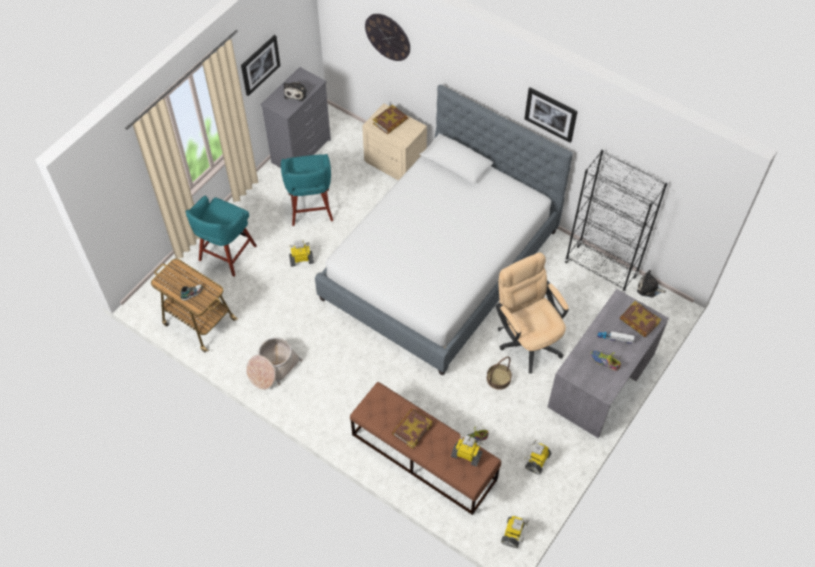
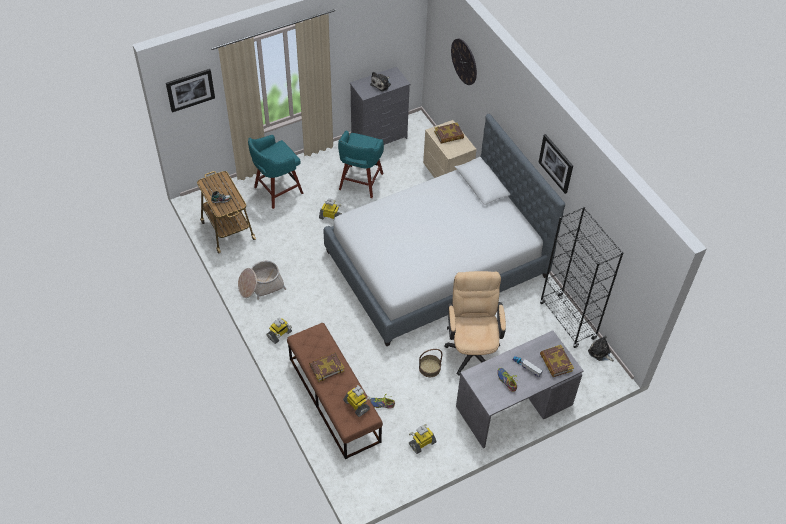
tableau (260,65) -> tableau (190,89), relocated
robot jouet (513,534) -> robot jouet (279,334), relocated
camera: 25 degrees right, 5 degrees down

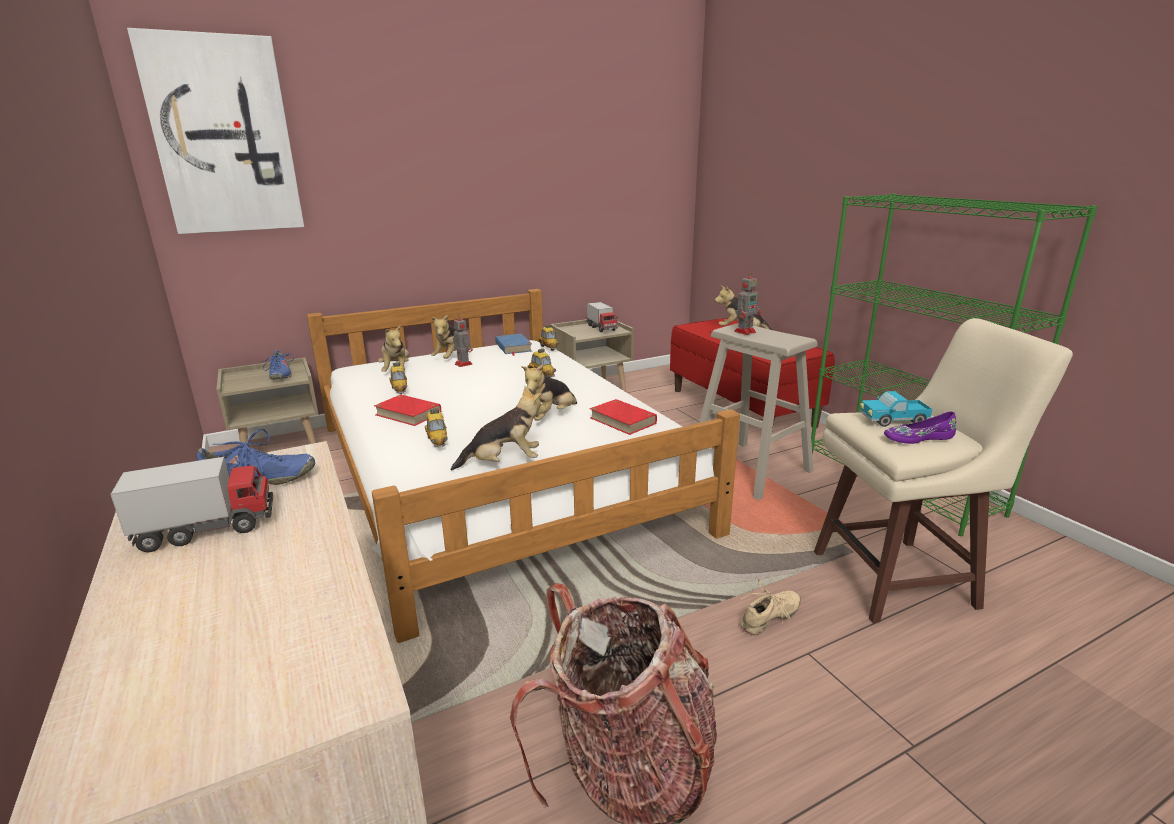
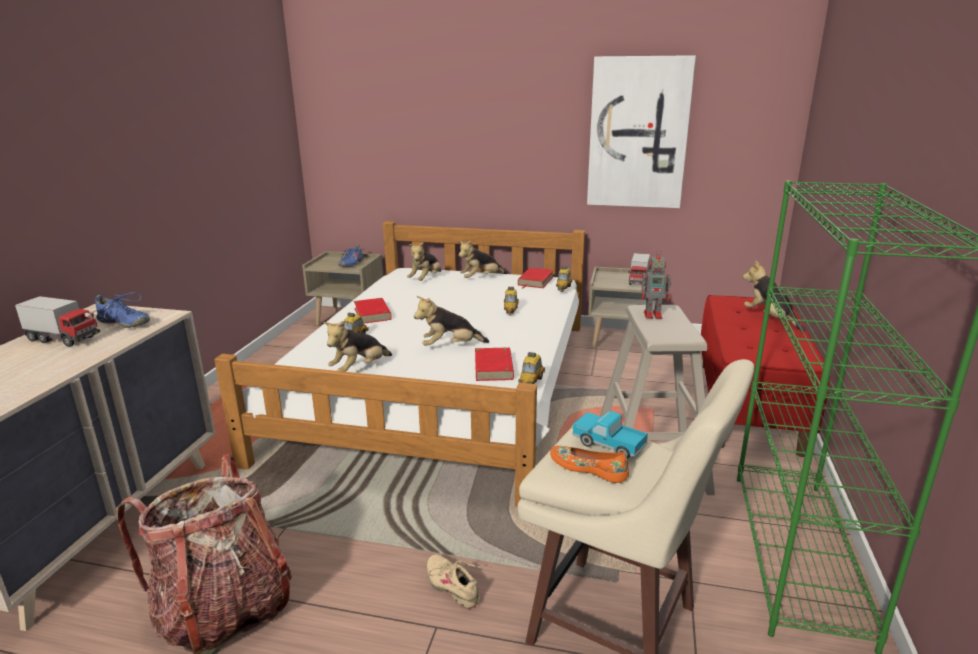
tableau (224,136) -> tableau (638,133), relocated
petite voiture (400,390) -> petite voiture (531,382), relocated
peluche (503,463) -> peluche (359,369), 105 degrees clockwise
robot jouet (463,364) -> none
livre (bleu) (513,347) -> livre (rouge) (535,281)
chaussure (beige) (770,618) -> chaussure (beige) (453,586), 135 degrees counterclockwise
chaussure (violet) (917,438) -> chaussure (orange) (588,468)
camera: 40 degrees right, 0 degrees up

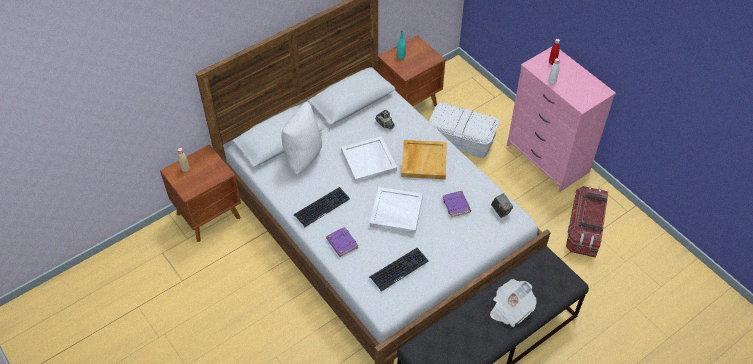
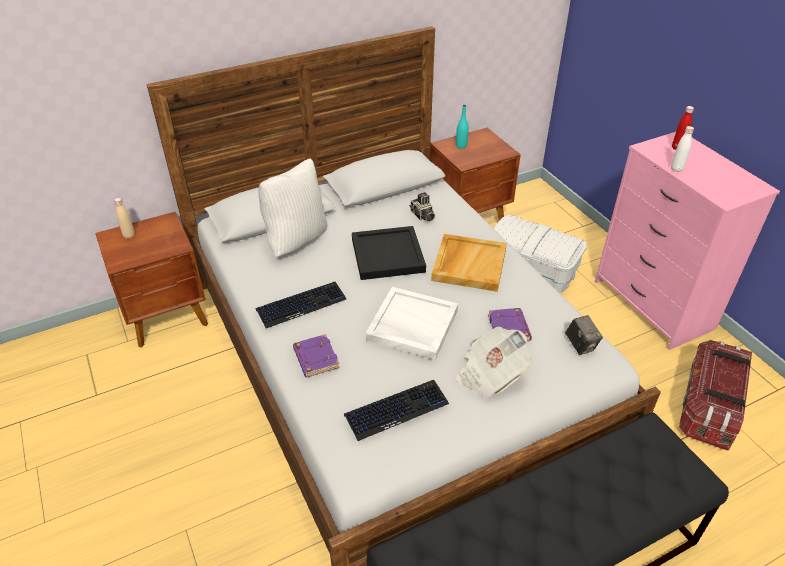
plateau (blanc) (369,161) -> plateau (noir) (388,255)
journal (510,309) -> journal (490,374), relocated
camera: 10 degrees right, 10 degrees down

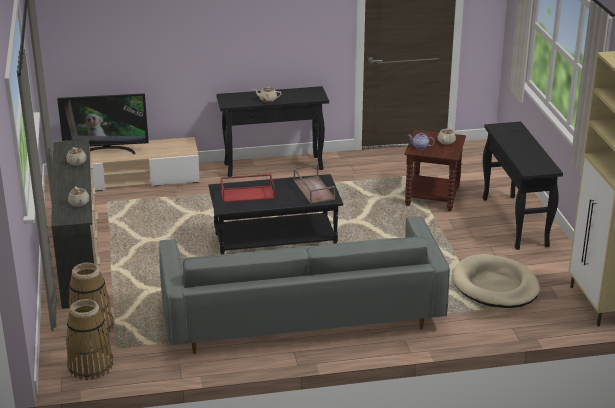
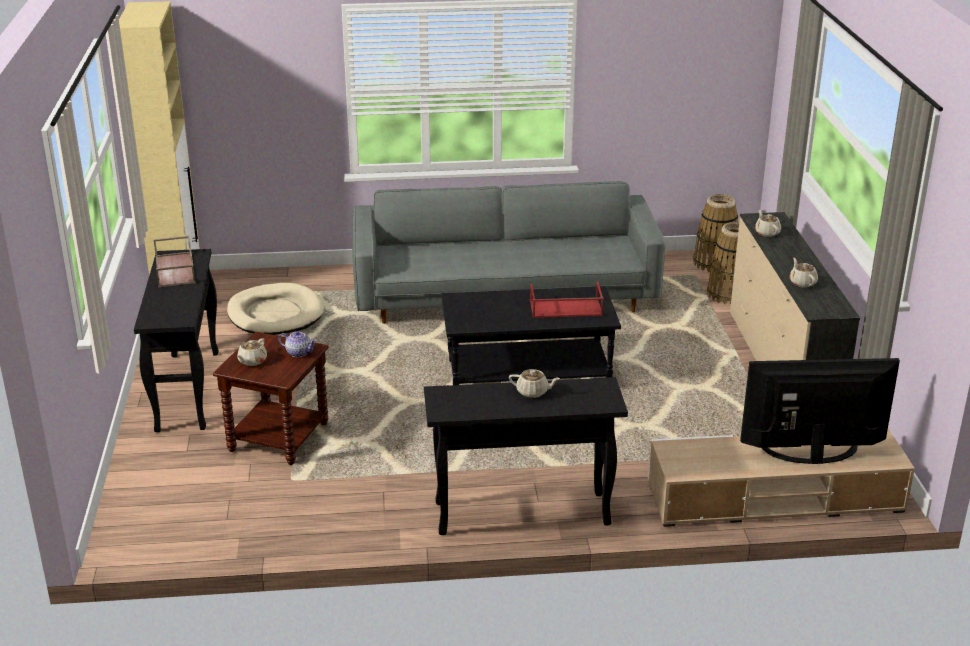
plateau (marron) (313,189) -> plateau (marron) (176,270), relocated
camera: 175 degrees left, 0 degrees up

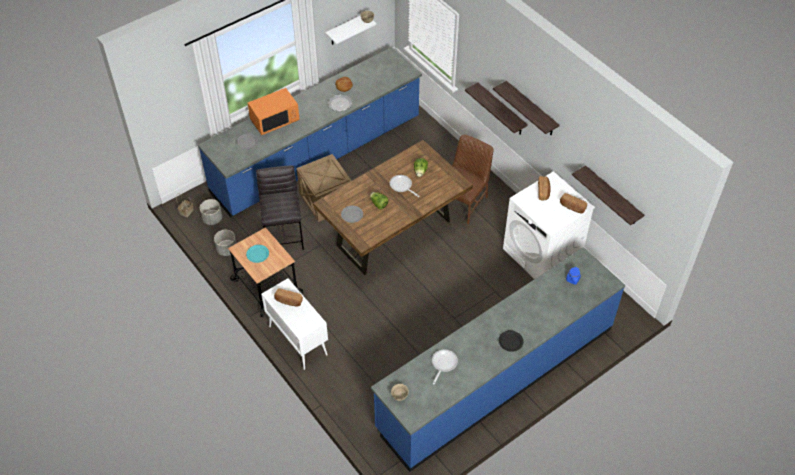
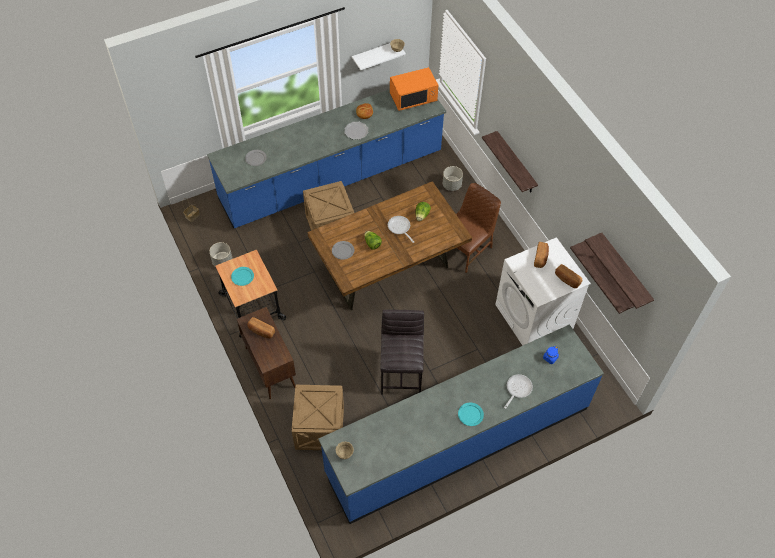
cache-pot (gris) (212,219) -> cache-pot (gris) (452,185), relocated
micro-ondes (orange) (275,120) -> micro-ondes (orange) (413,98), relocated
tabouret (gris) (284,234) -> tabouret (gris) (401,373), relocated
meuble de rangement (blanc) (297,340) -> meuble de rangement (marron) (270,367)
poêle (443,364) -> poêle (517,389), relocated
étagère (531,109) -> étagère (624,271), relocated
assiette (noir) (511,341) -> assiette (turquoise) (470,414)
none -> caisse (319,428)
camera: 10 degrees right, 5 degrees up

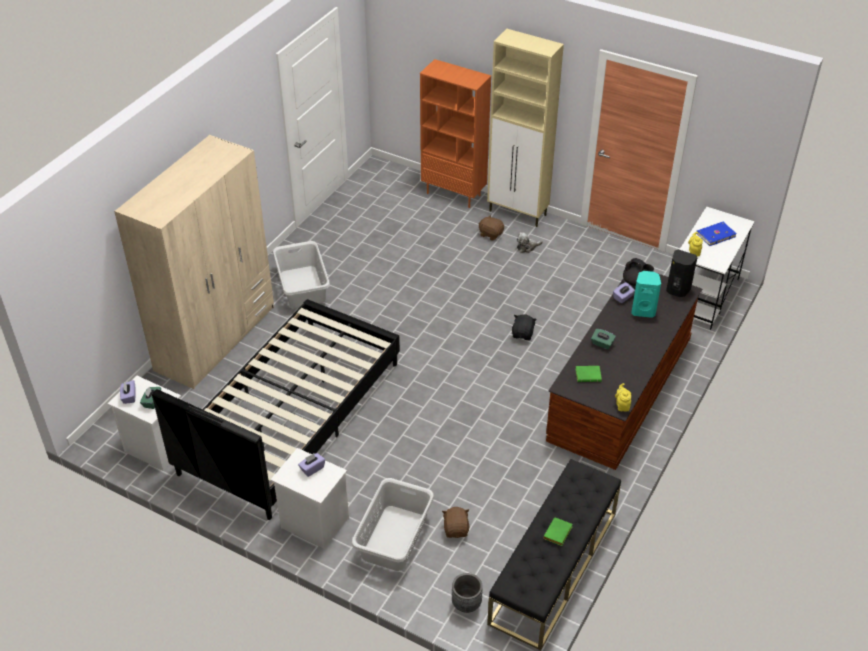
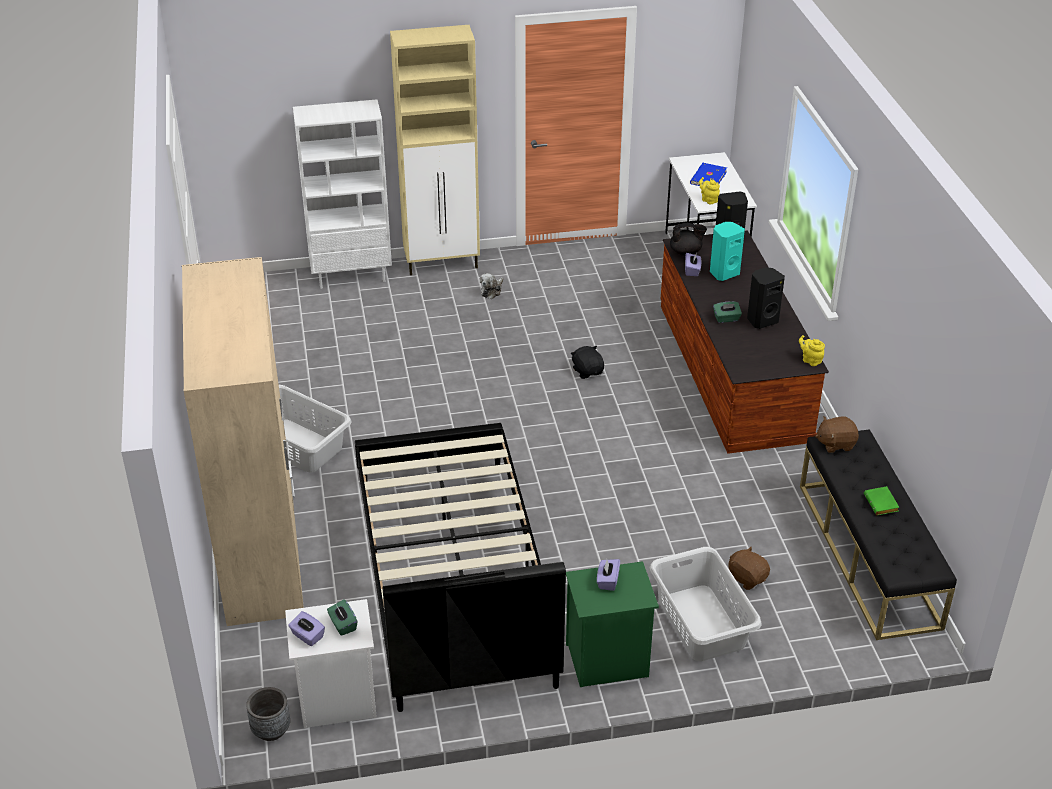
table de chevet (blanc) (313,523) -> table de chevet (vert) (606,661)
bibliothèque (orange) (454,194) -> bibliothèque (blanc) (352,276)
cache-pot (gris) (466,603) -> cache-pot (gris) (271,730), relocated
peluche (marron) (491,234) -> peluche (marron) (835,444), relocated
livre (vert) (588,375) -> none
none -> enceinte (noir) (762,320)
camera: 40 degrees left, 5 degrees down

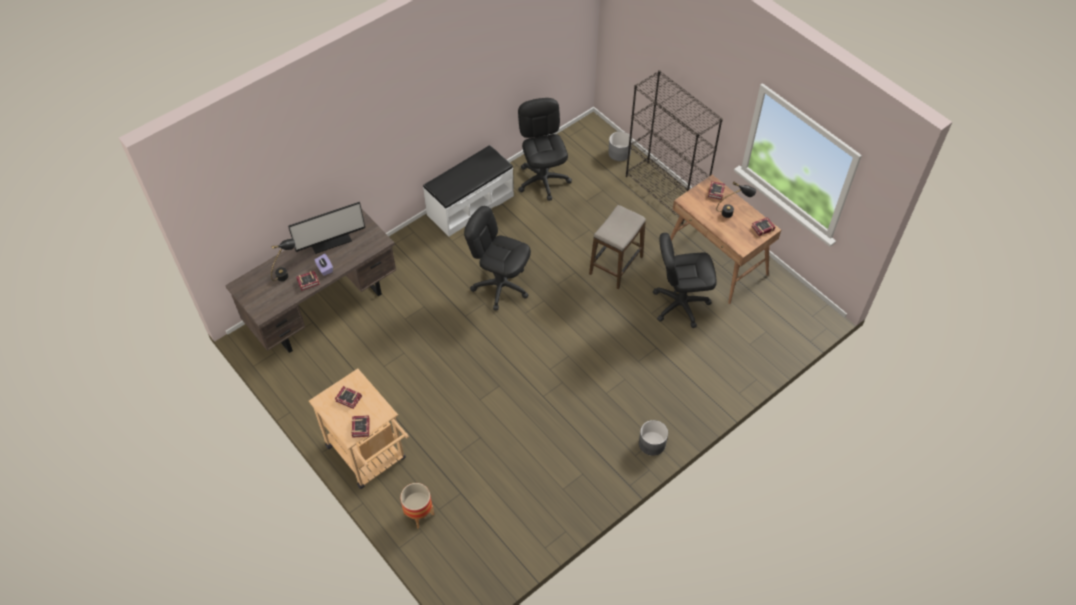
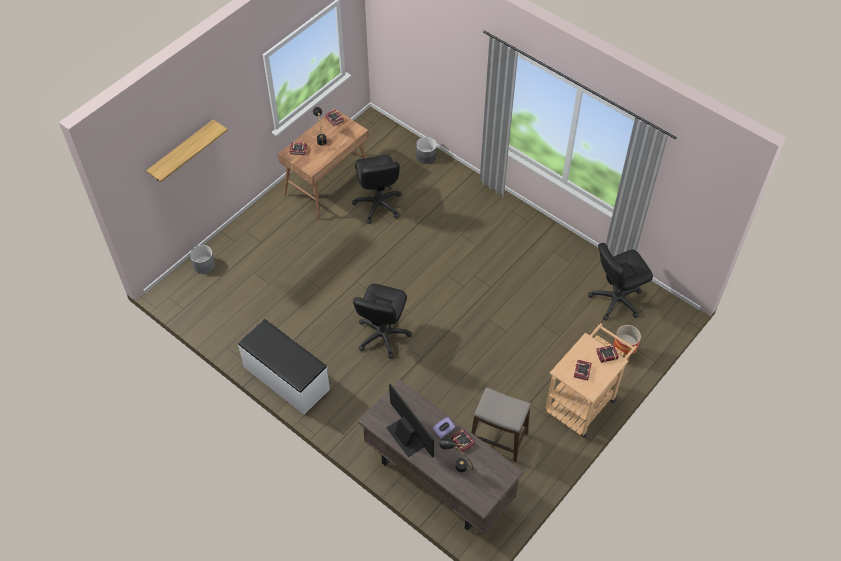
chaise de bureau (noir) (543,180) -> chaise de bureau (noir) (616,300), relocated
tabouret (616,265) -> tabouret (498,438), relocated
bibliothèque (noir) (665,192) -> none
cache-pot (gris) (652,443) -> cache-pot (gris) (426,156), relocated
none -> étagère (182,152)
camera: 100 degrees left, 0 degrees up

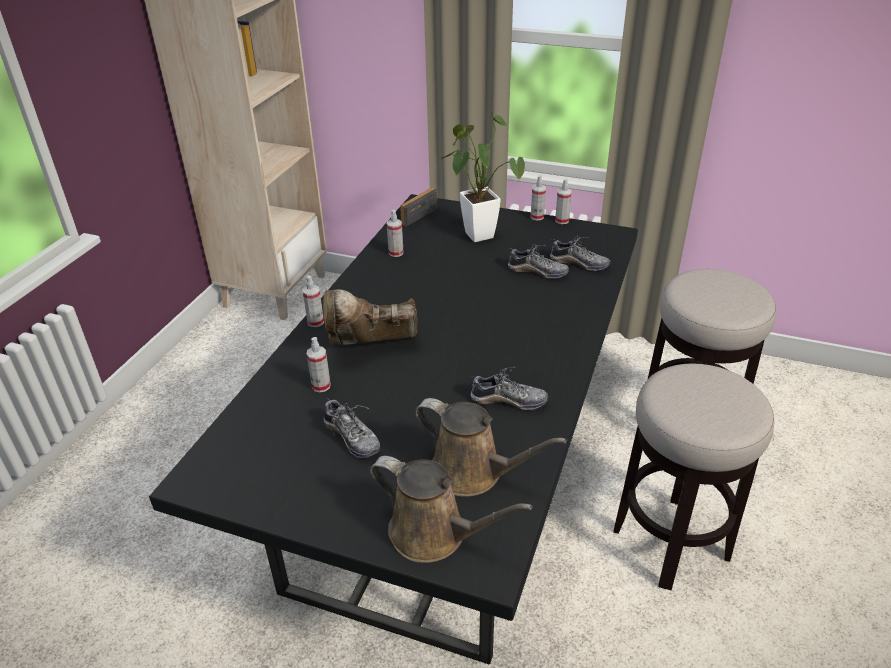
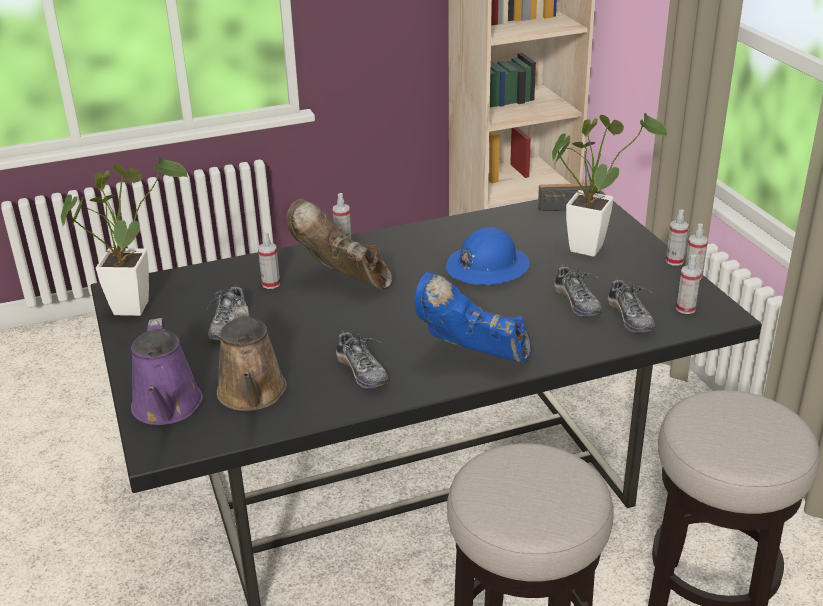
arrosoir (marron) (434,534) -> arrosoir (violet) (167,408)
vaporisateur (396,253) -> vaporisateur (685,308), relocated
none -> plante en pot (134,303)
none -> botte (bleu) (471,357)
none -> casque de chantier (bleu) (487,267)
camera: 50 degrees right, 5 degrees down

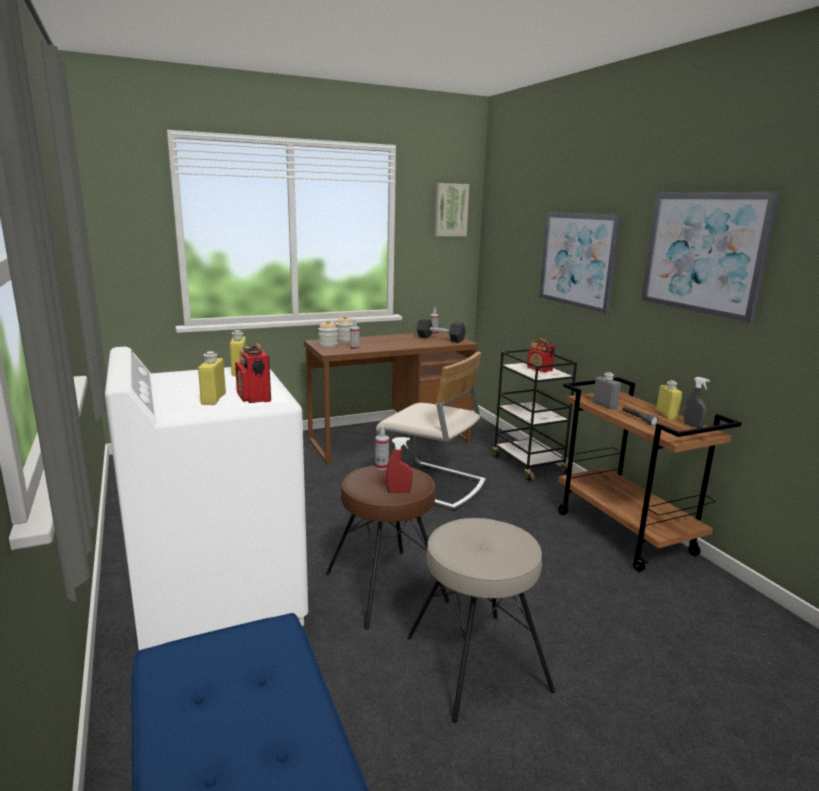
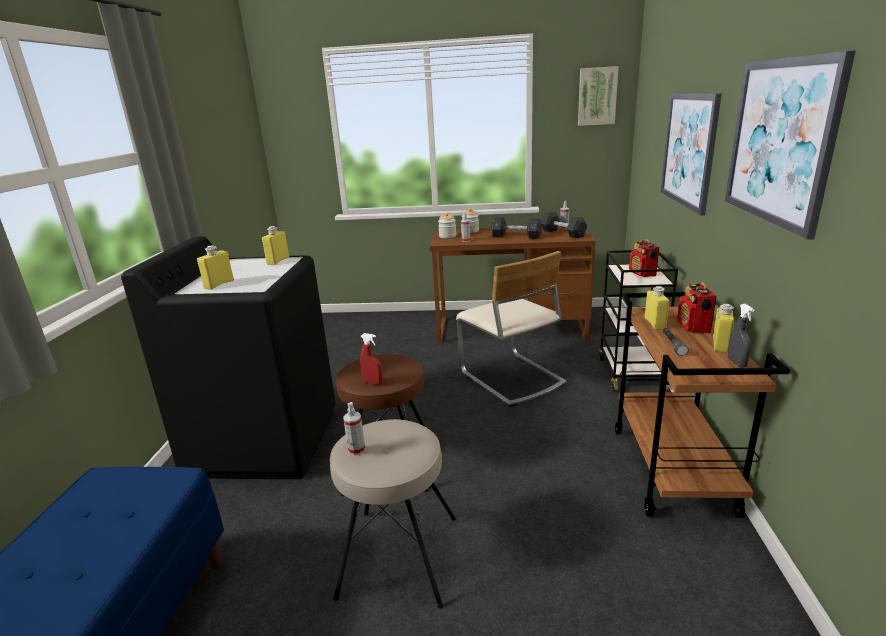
lave-linge (blanc) (218,599) -> lave-linge (noir) (265,441)
radio (254,398) -> radio (693,327), relocated
vaporisateur (381,467) -> vaporisateur (356,450), relocated
bouteille (gris) (604,405) -> bouteille (jaune) (654,323)
none -> haltère (noir) (516,236)
camera: 30 degrees right, 5 degrees up

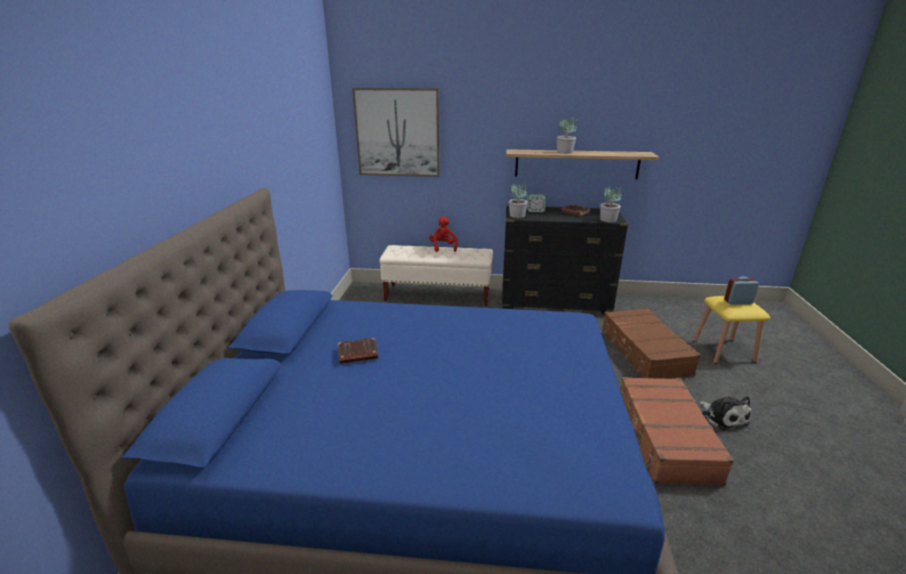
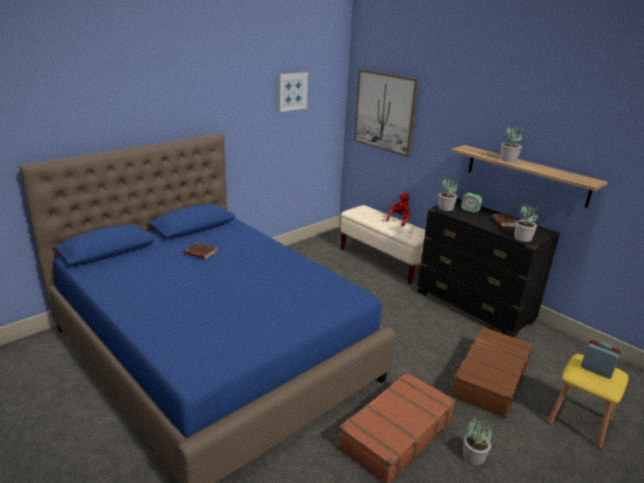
peluche (723,417) -> plante en pot (474,456)
none -> tableau (292,91)
camera: 40 degrees right, 0 degrees up

